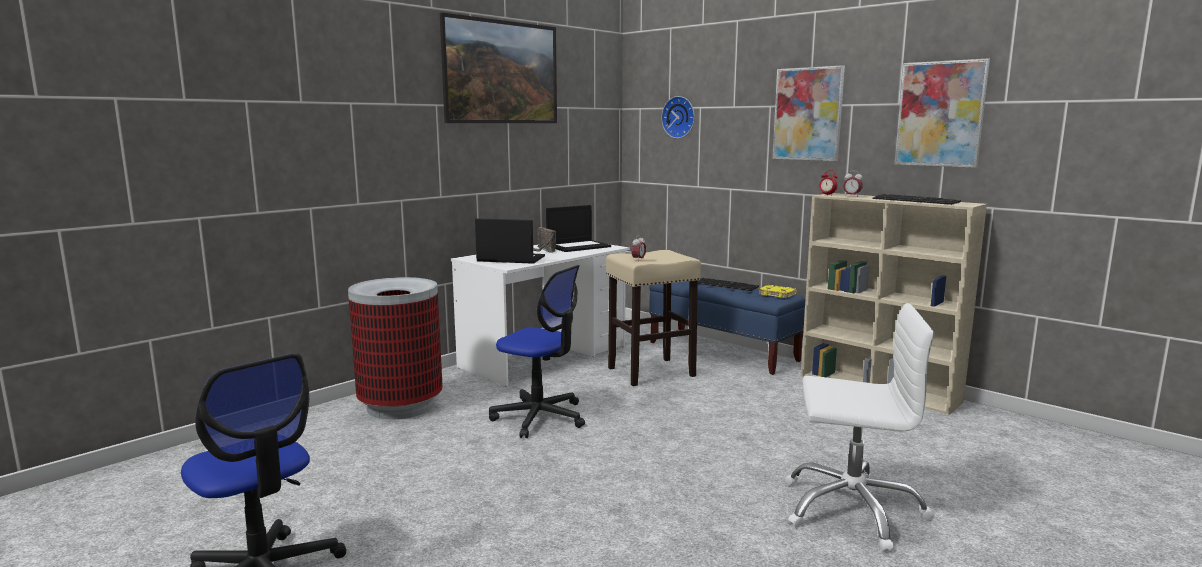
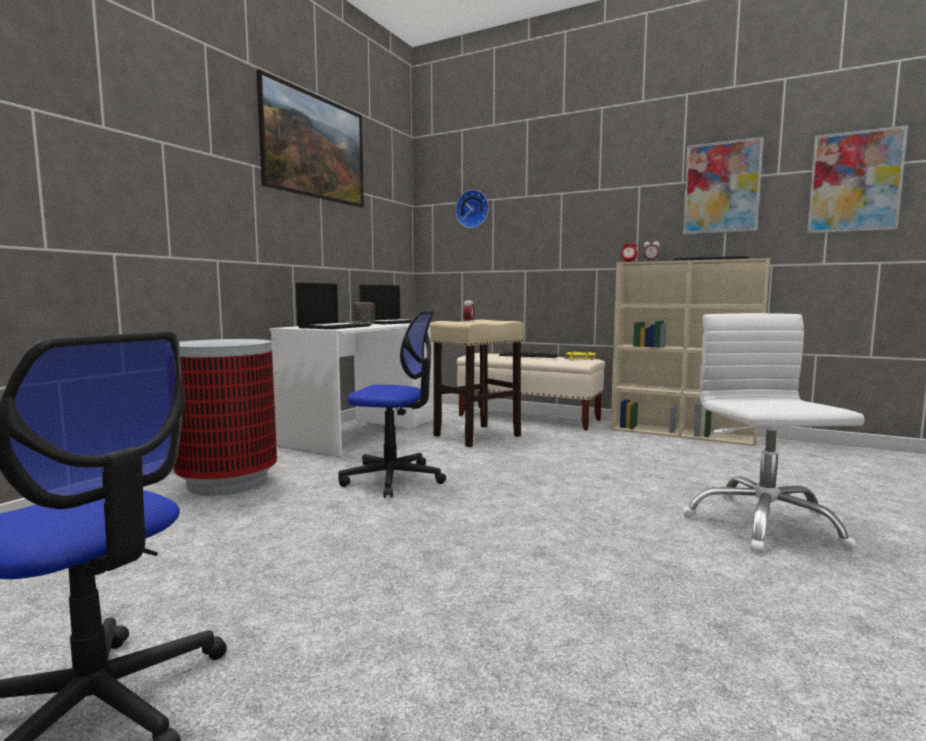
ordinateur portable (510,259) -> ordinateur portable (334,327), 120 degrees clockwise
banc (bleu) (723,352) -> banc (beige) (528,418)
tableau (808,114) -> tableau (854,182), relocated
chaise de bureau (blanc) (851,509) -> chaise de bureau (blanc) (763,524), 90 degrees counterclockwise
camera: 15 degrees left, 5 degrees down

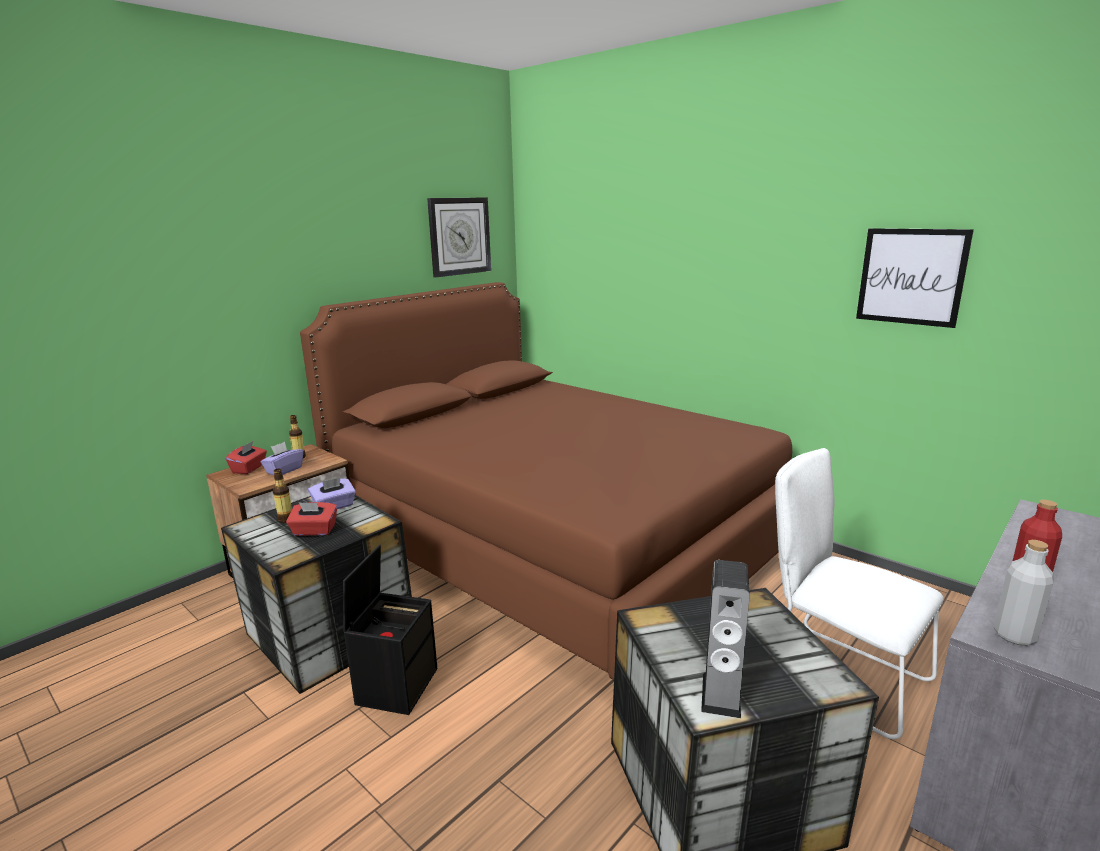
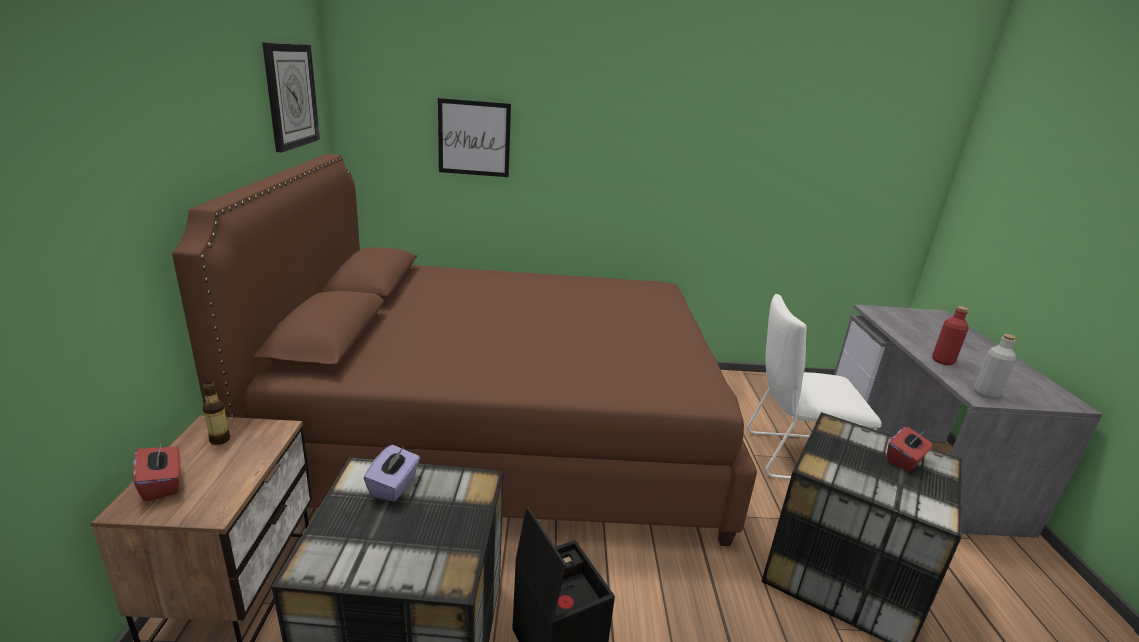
boîte à mouchoirs (violet) (284,470) -> none
bouteille (285,519) -> none
boîte à mouchoirs (rouge) (314,531) -> boîte à mouchoirs (rouge) (905,460), relocated
enceinte (721,695) -> none
tableau (911,276) -> tableau (474,138), relocated
camera: 45 degrees left, 5 degrees up

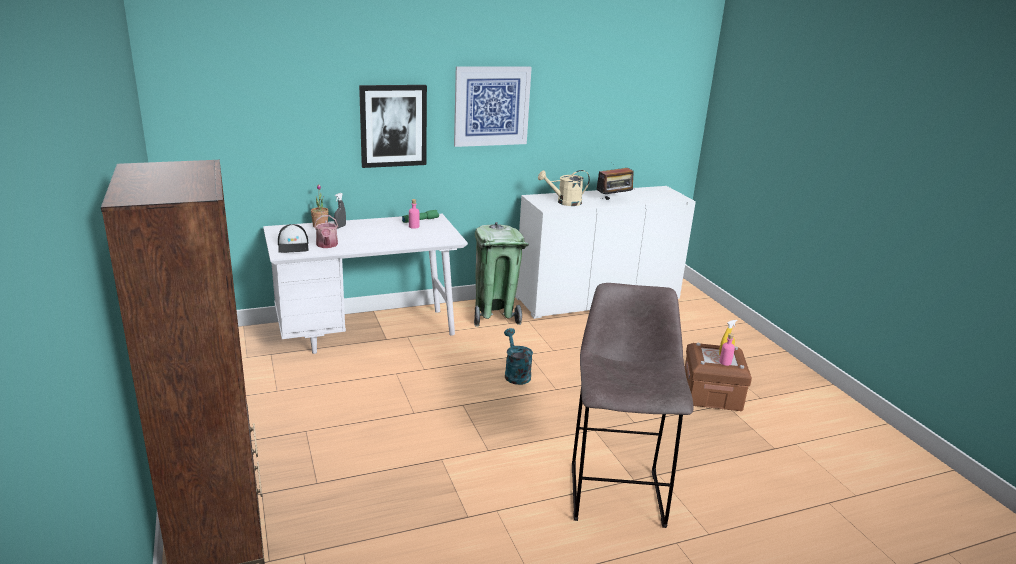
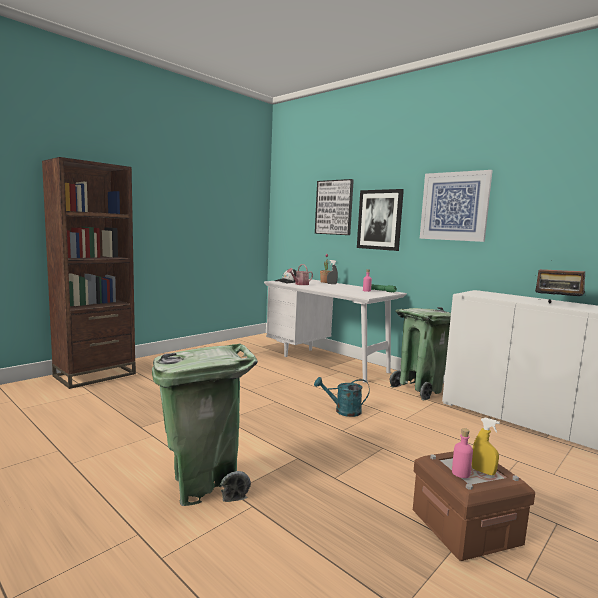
arrosoir (turquoise) (515,374) -> arrosoir (turquoise) (343,411), 135 degrees counterclockwise
arrosoir (beige) (564,202) -> none
tabouret (gris) (616,492) -> poubelle (vert) (205,484)
none -> tableau (334,207)
camera: 65 degrees right, 15 degrees down

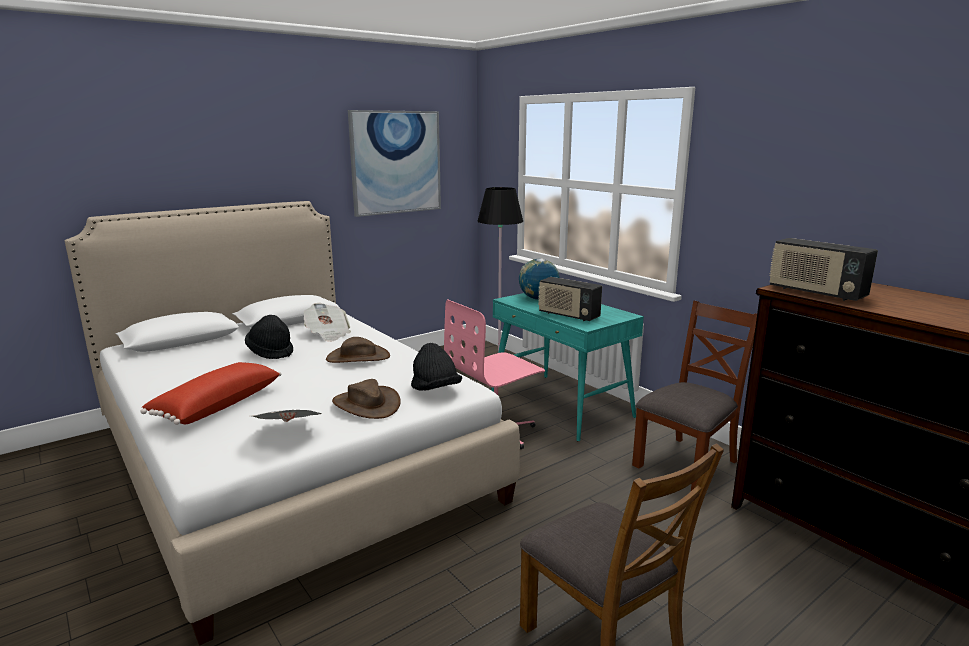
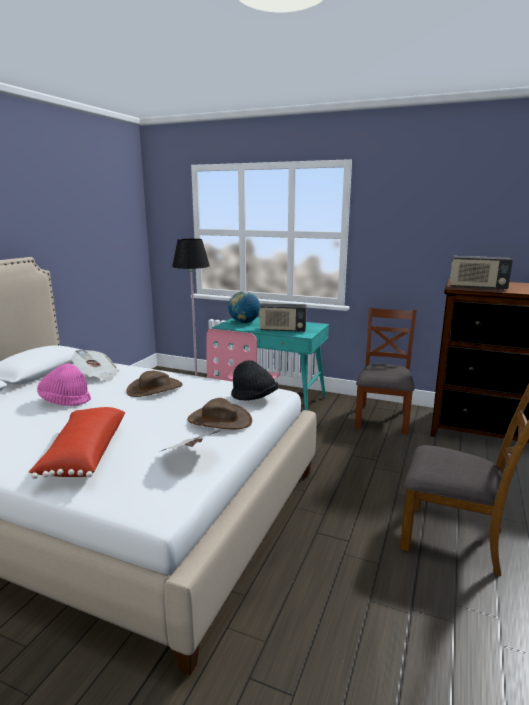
chapeau (noir) (271,352) -> chapeau (rose) (65,400)
tableau (396,162) -> none
camera: 30 degrees left, 0 degrees up

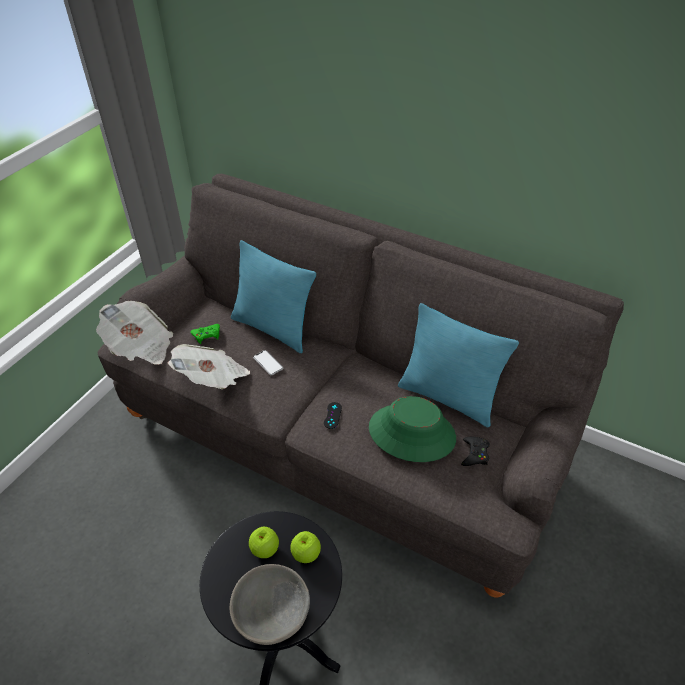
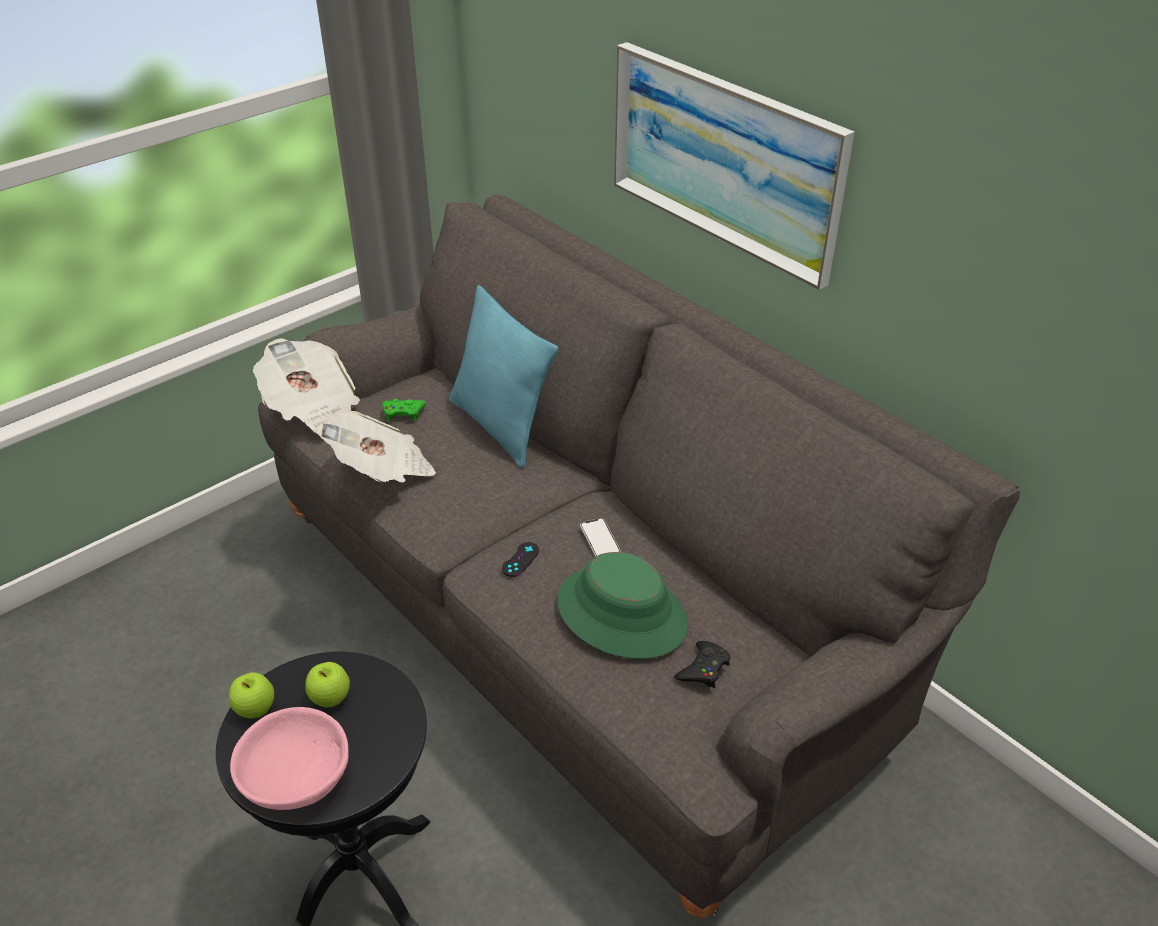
bol (gris) (273,614) -> bol (rose) (298,780)
téléphone (268,363) -> téléphone (600,539), relocated
pomme (306,554) -> pomme (255,709), relocated
coussin (turquoise) (448,397) -> none
none -> tableau (724,159)
camera: 20 degrees right, 5 degrees down

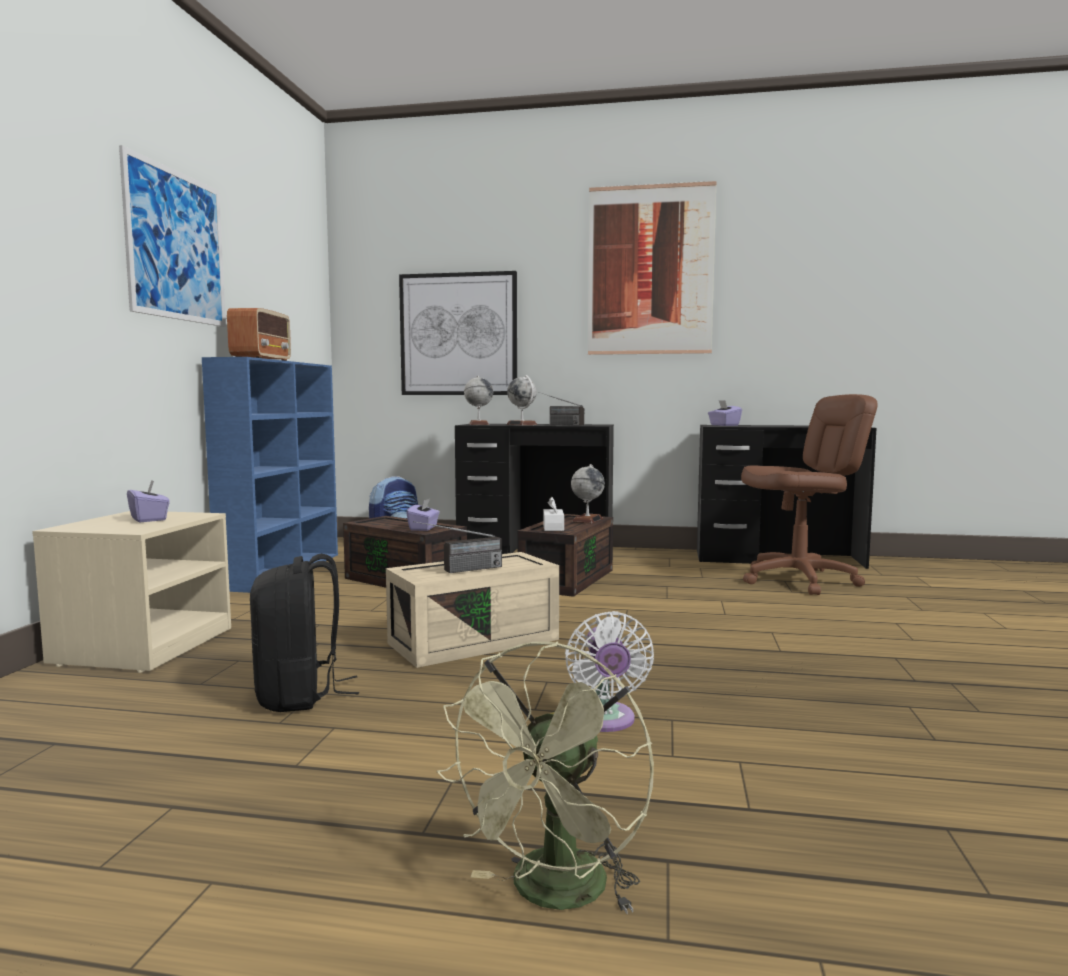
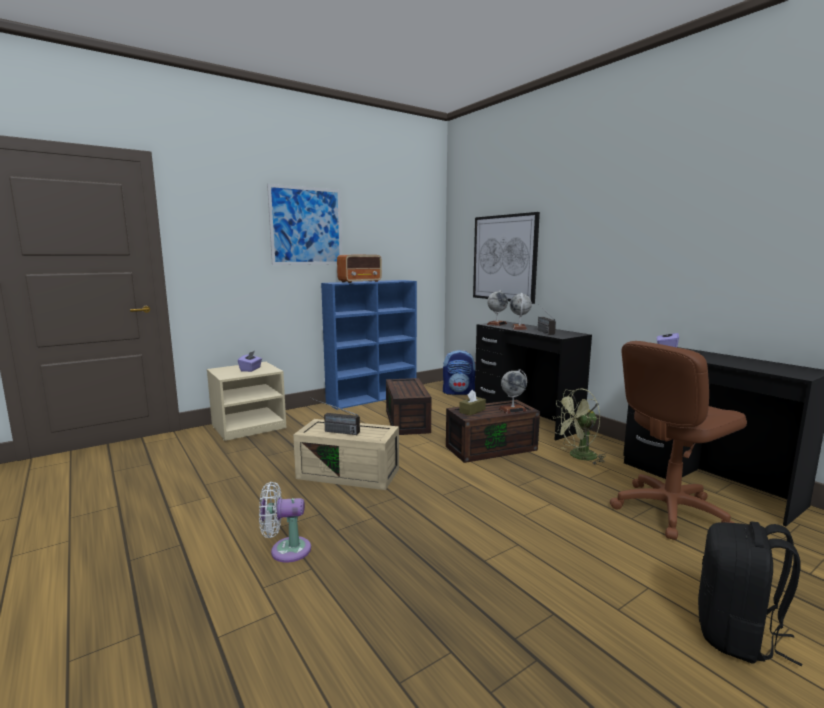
sac à dos (noir) (300,696) -> sac à dos (noir) (736,635), relocated
boîte à mouchoirs (violet) (424,528) -> none
ventilateur (vert) (553,895) -> ventilateur (vert) (578,457), relocated
boîte à mouchoirs (blanc) (553,527) -> boîte à mouchoirs (marron) (472,411)
ventilateur (blanc) (604,721) -> ventilateur (blanc) (286,550), 45 degrees clockwise
tableau (650,270) -> none
chaise de bureau (marron) (799,580) -> chaise de bureau (marron) (668,511), 120 degrees clockwise
camera: 45 degrees right, 5 degrees up

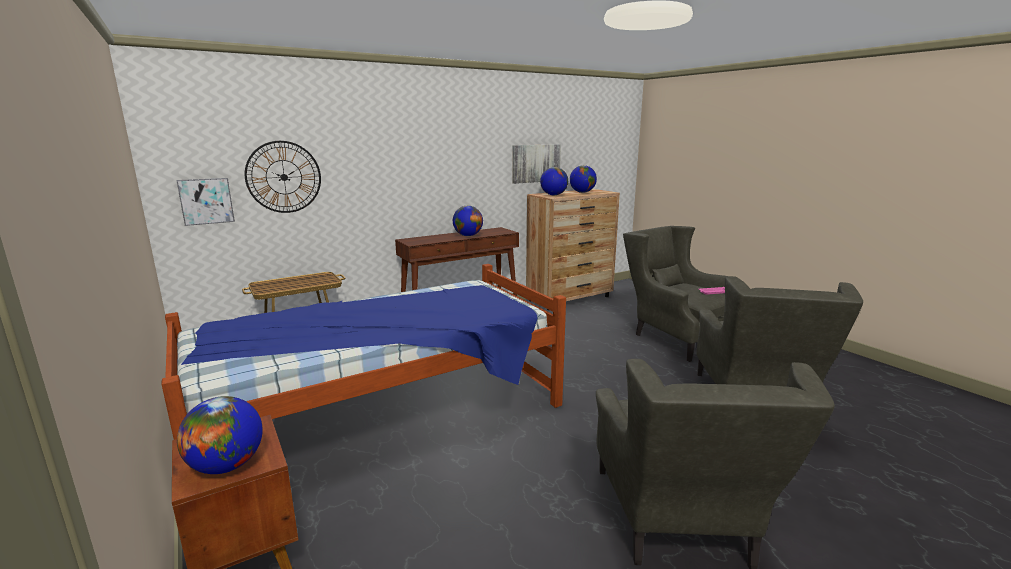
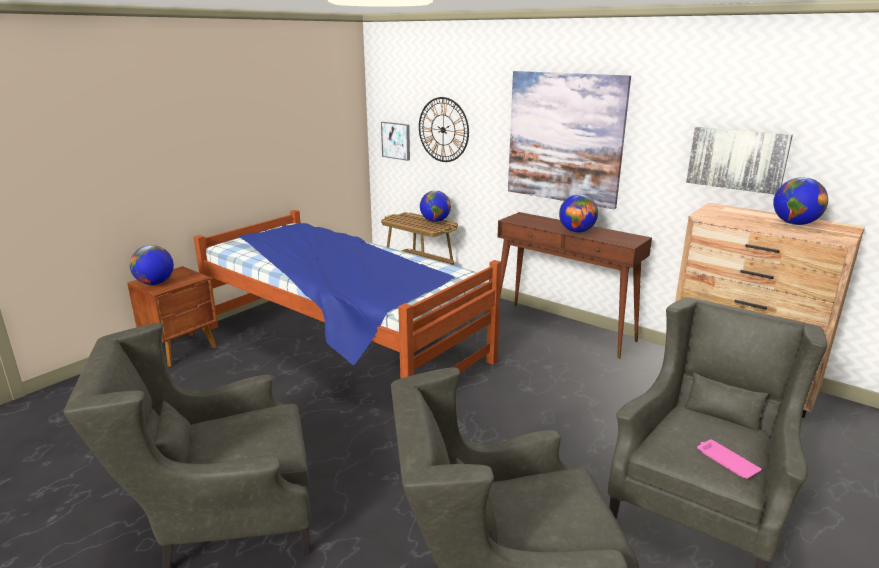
globe (553,195) -> globe (435,221), relocated
none -> tableau (564,138)
camera: 70 degrees right, 5 degrees up

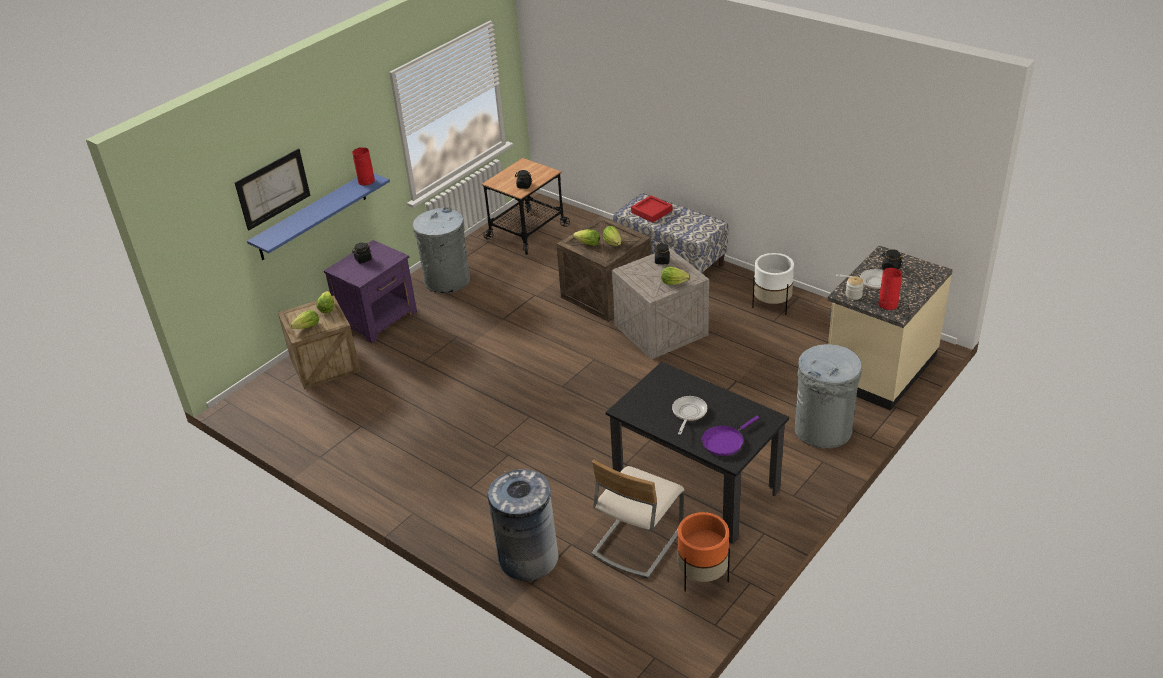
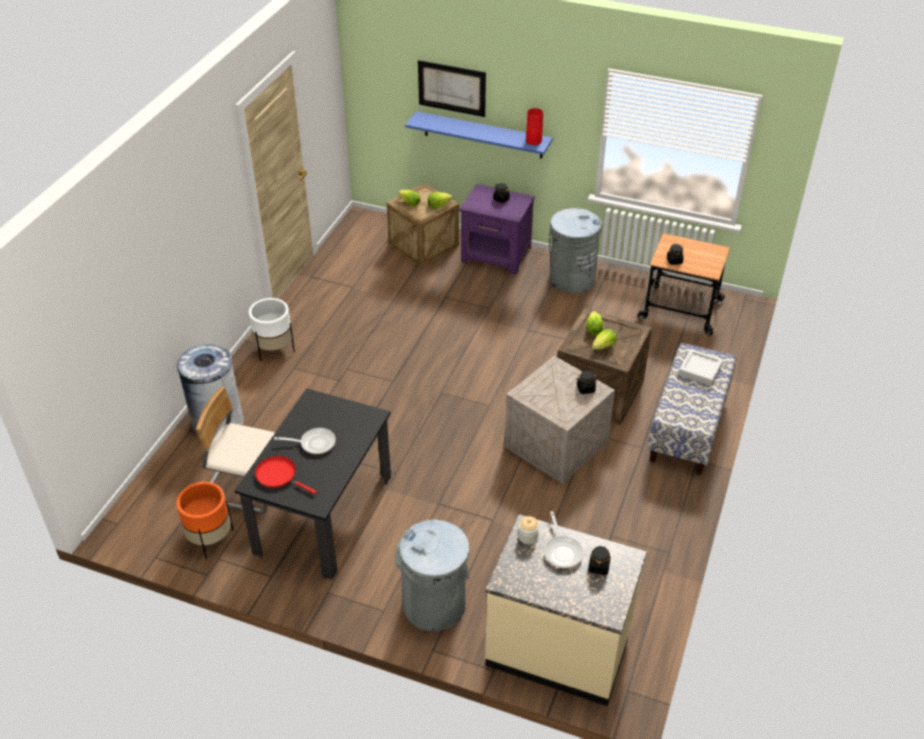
plateau (rouge) (651,211) -> plateau (gris) (700,370)
laitue (673,282) -> none
poêle (violet) (725,441) -> poêle (rouge) (279,475)
cache-pot (blanc) (772,306) -> cache-pot (blanc) (274,350), relocated
vase (rouge) (887,304) -> none
camera: 70 degrees right, 5 degrees up

